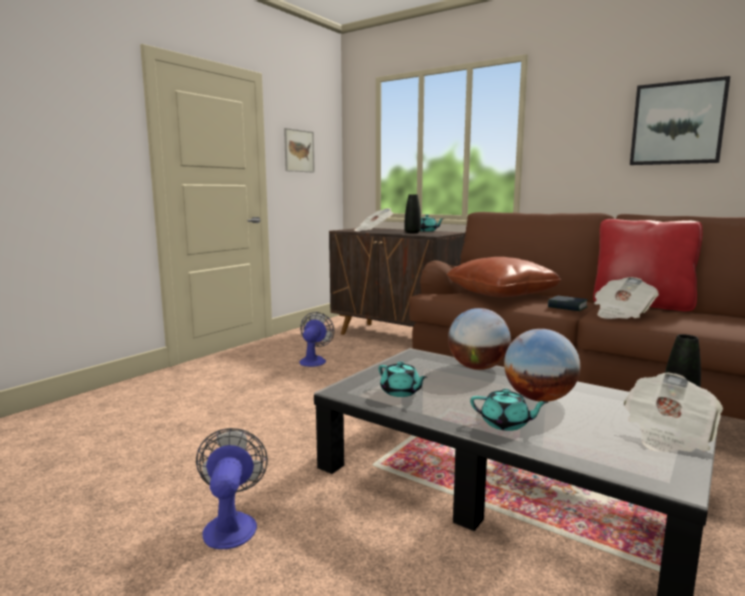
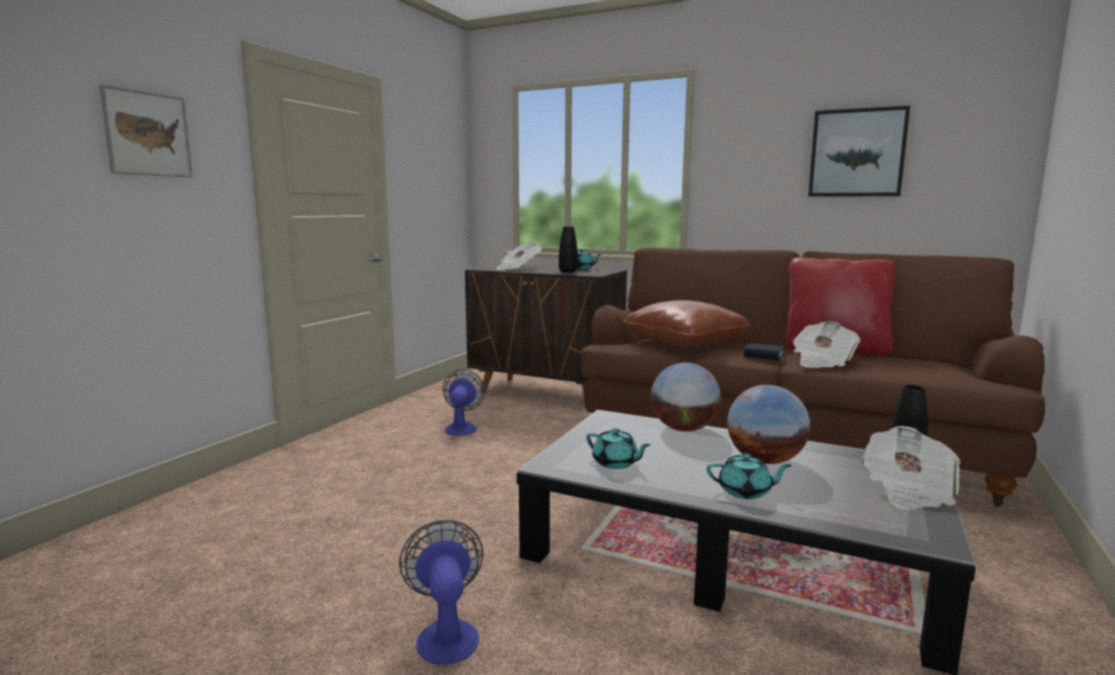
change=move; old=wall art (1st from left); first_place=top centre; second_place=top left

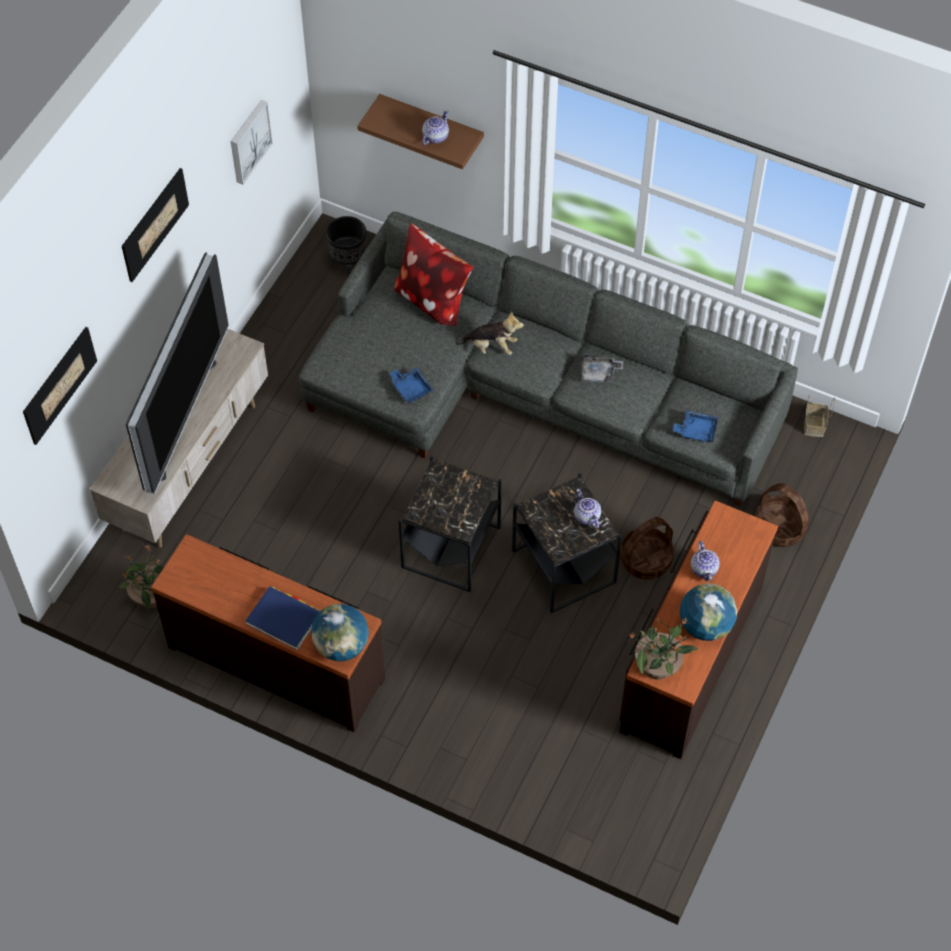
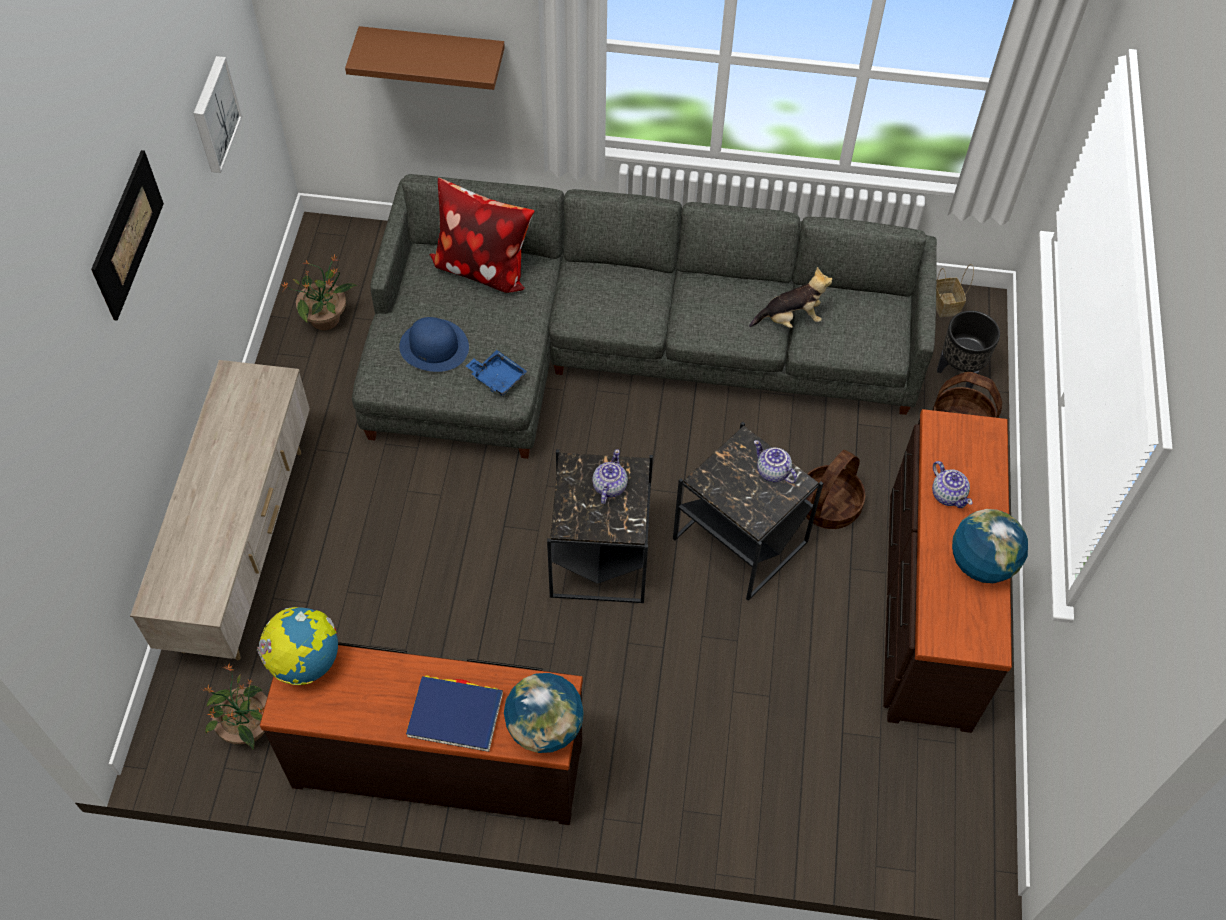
change=delete; old=wall art (1st from left); first_place=middle left
change=delete; old=TV; first_place=middle left
change=move; old=black planter; first_place=top centre; second_place=middle right
change=move; old=tea pot (1st from left); first_place=top centre; second_place=centre
change=move; old=plush toy; first_place=centre; second_place=top centre
change=delete; old=grey tray; first_place=centre
change=move; old=plant in a pot (2nd from left); first_place=bottom right; second_place=top left
change=delete; old=blue tray (2nd from left); first_place=middle right
change=insert; new=world globe (1st from left); second_place=bottom left
change=insert; new=blue wearable hat; second_place=centre

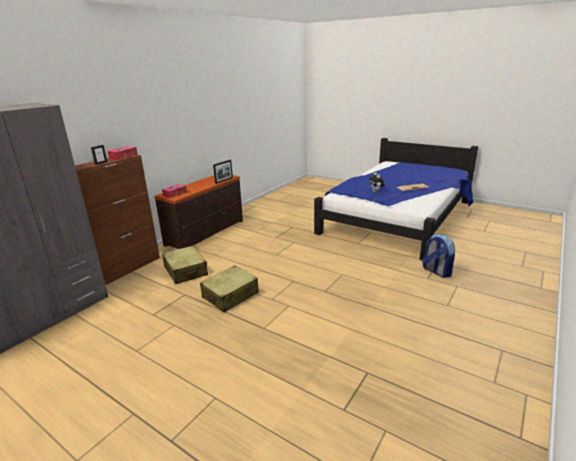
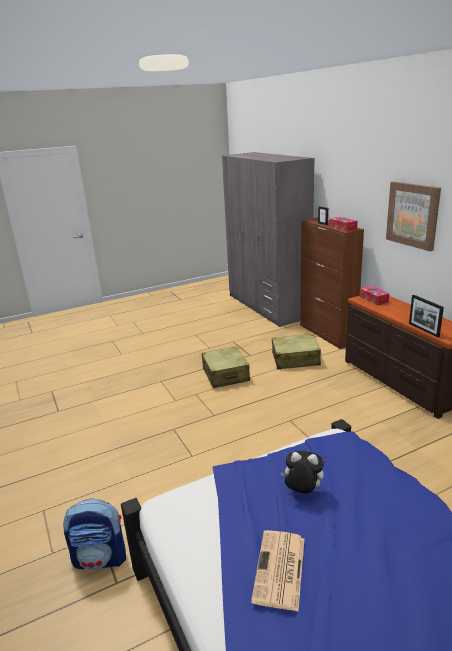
change=insert; new=wall art; second_place=top right

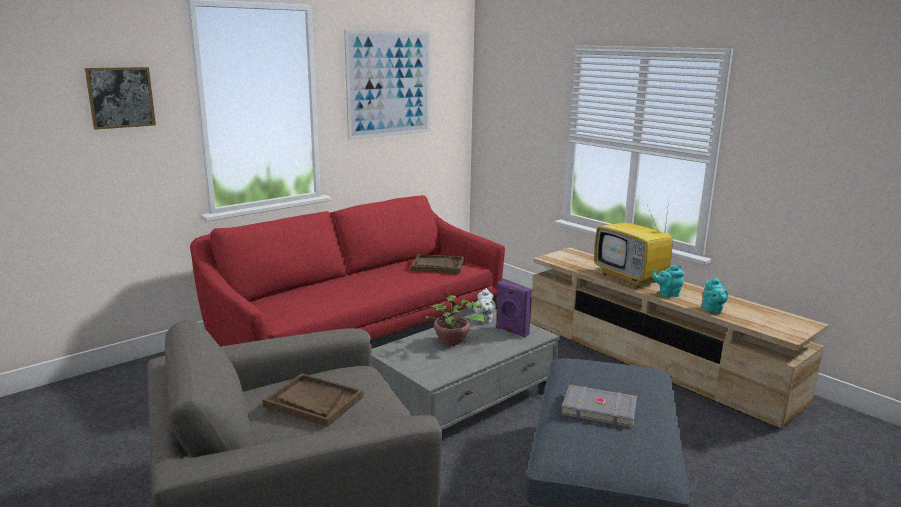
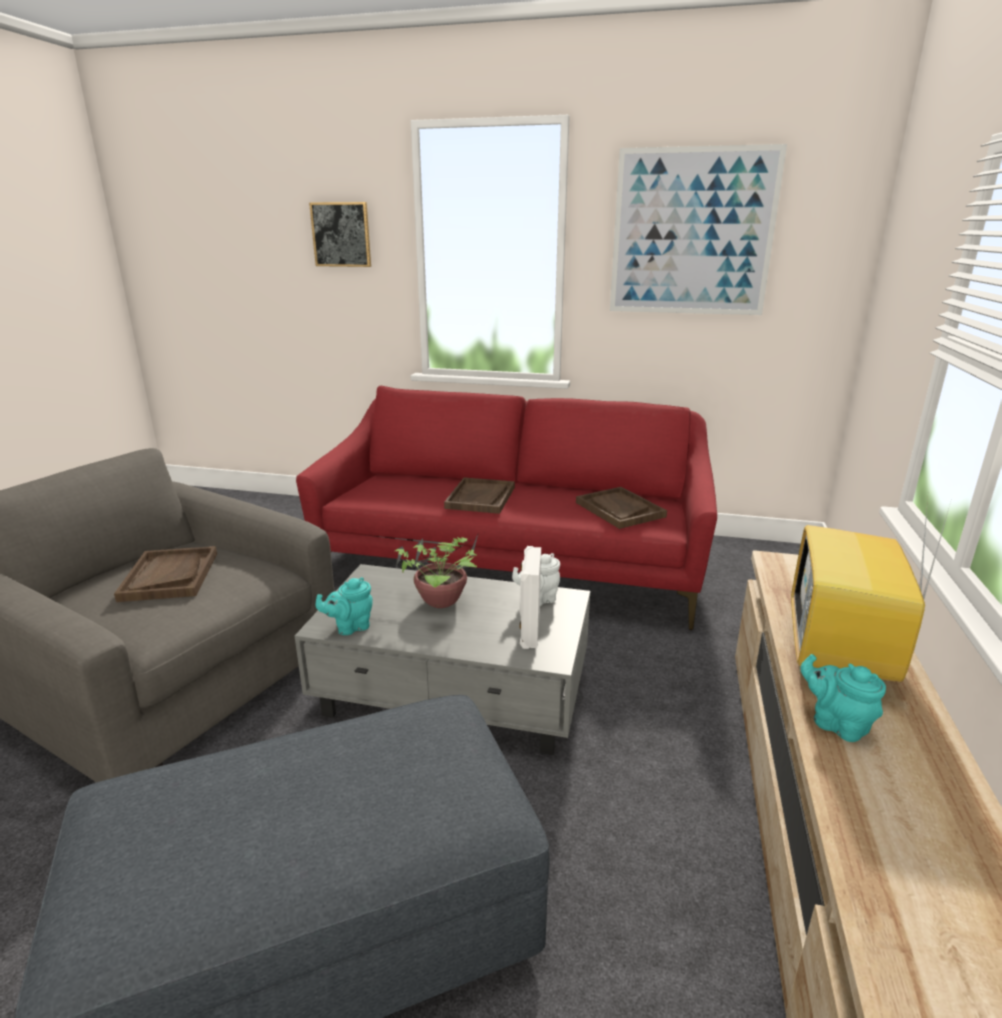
change=recolor; old=purple loudspeaker; new=white-coloured loudspeaker; first_place=centre; second_place=centre
change=delete; old=grey bound book; first_place=bottom centre
change=move; old=turquoise tea pot (2nd from left in the first image); new=turquoise tea pot (1st from left); first_place=middle right; second_place=centre
change=insert; new=brown tray (2nd from left); second_place=centre

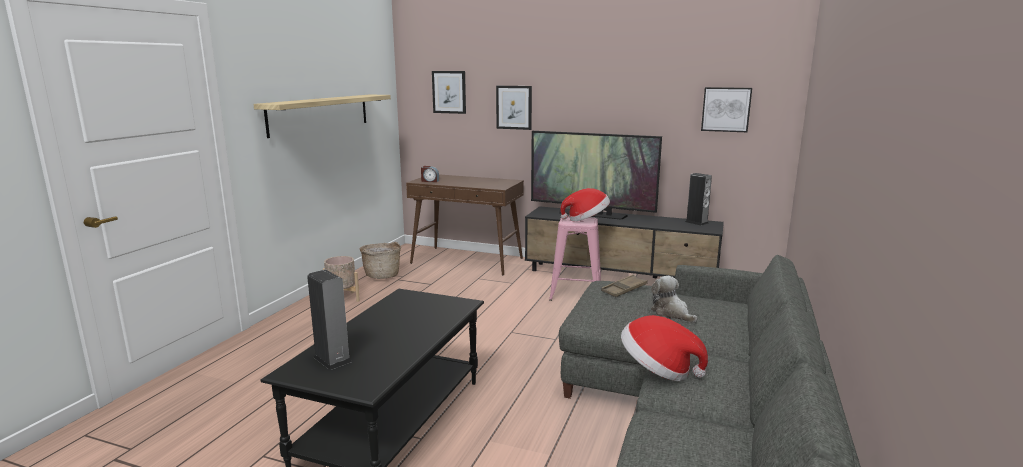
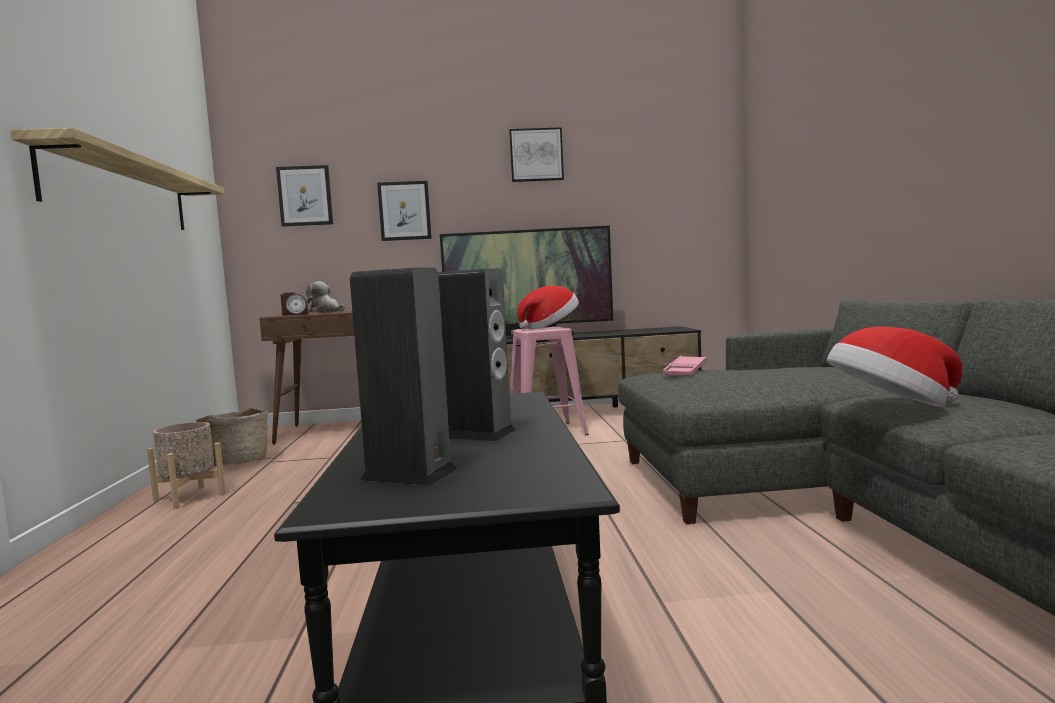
change=recolor; old=brown tray; new=pink-coloured tray; first_place=centre; second_place=centre
change=move; old=plush toy; first_place=centre; second_place=middle left
change=move; old=loudspeaker (2nd from left); first_place=middle right; second_place=centre
change=move; old=wall art (3rd from left); first_place=top right; second_place=top centre

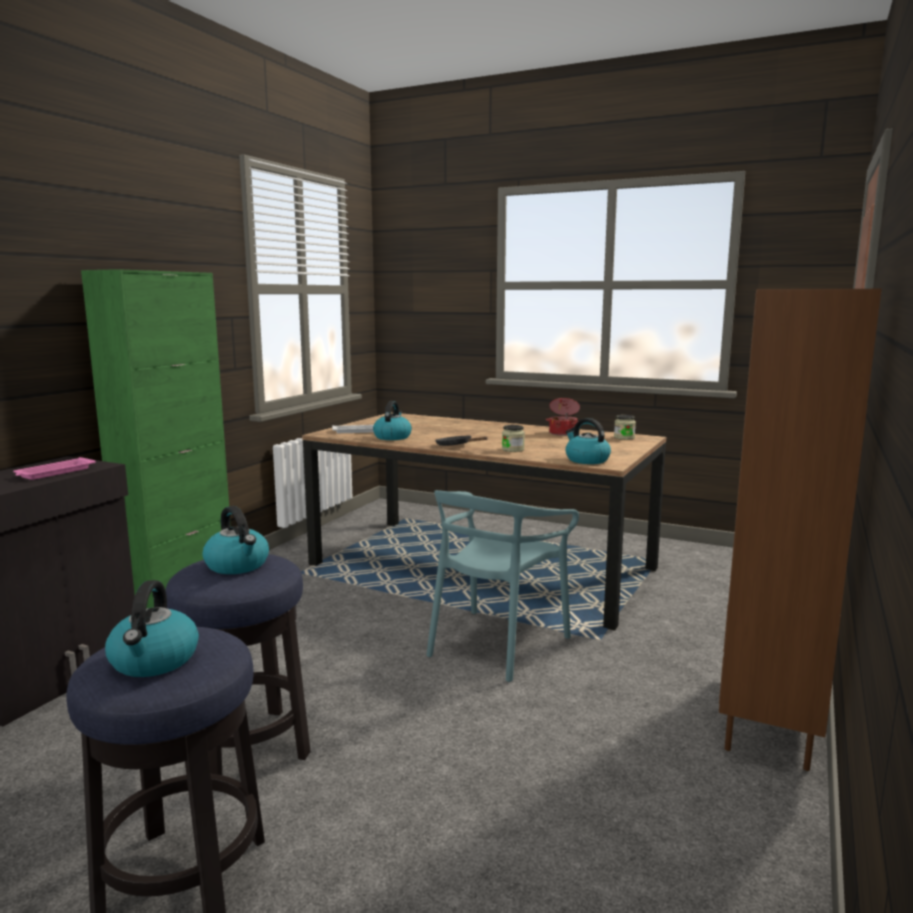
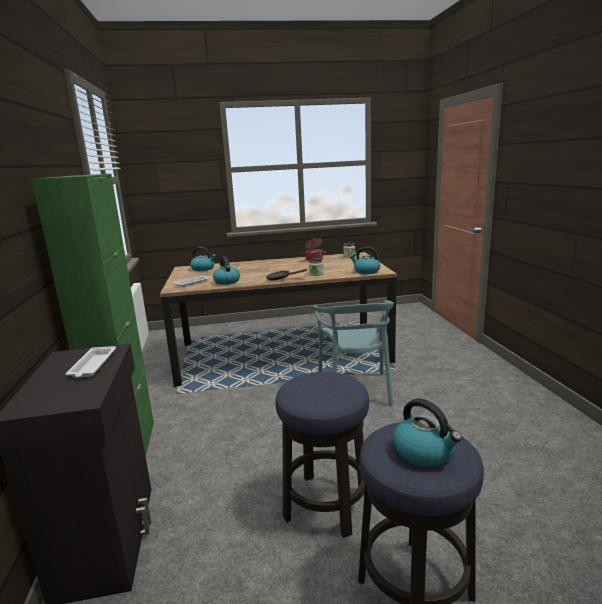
change=recolor; old=pink-coloured tray; new=white-coloured tray (1st from left); first_place=middle left; second_place=middle left
change=move; old=tea kettle (2nd from left in the first image); new=tea kettle (1st from left); first_place=middle left; second_place=centre
change=delete; old=brown bookshelf; first_place=middle right

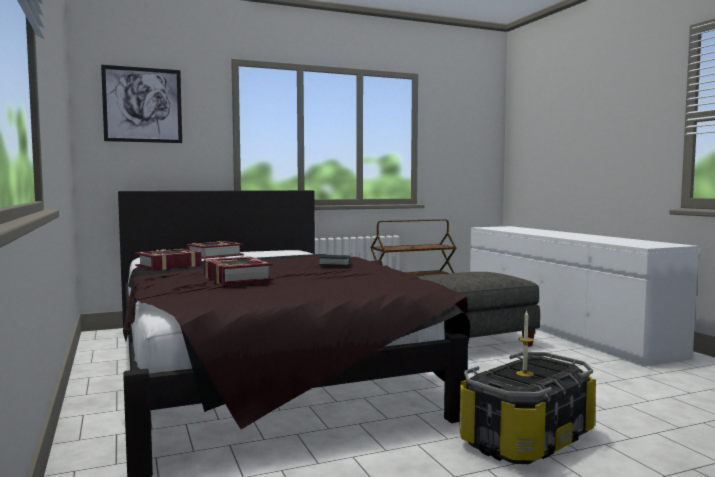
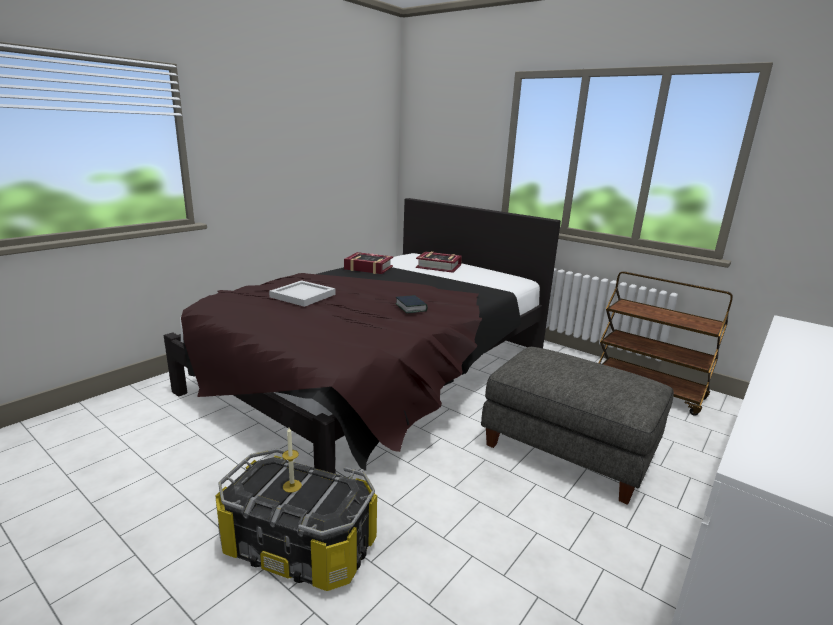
change=delete; old=wall art; first_place=top left
change=replace; old=bound book (3rd from left); new=white-coloured tray; first_place=middle left; second_place=centre

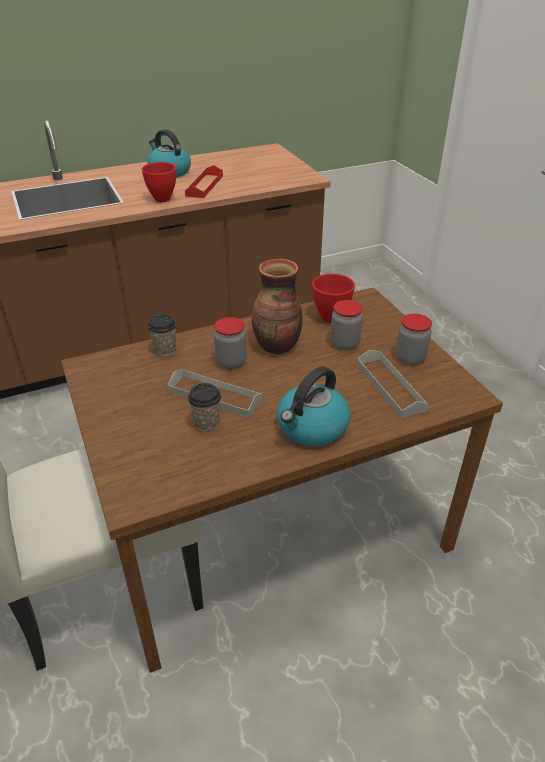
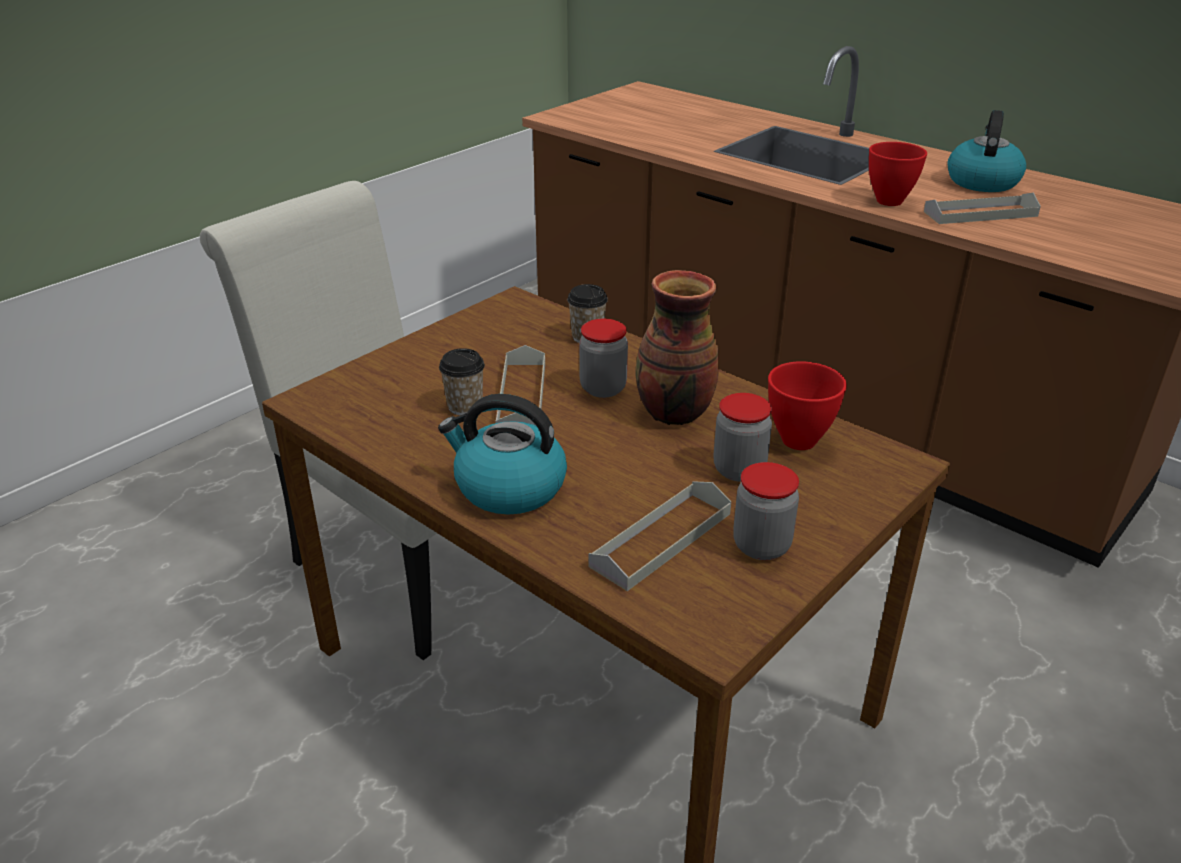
change=recolor; old=red-coloured tray; new=grey tray (3rd from left); first_place=top centre; second_place=top right

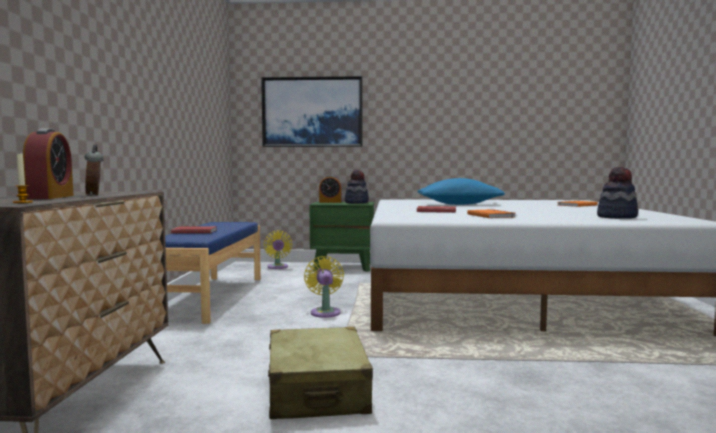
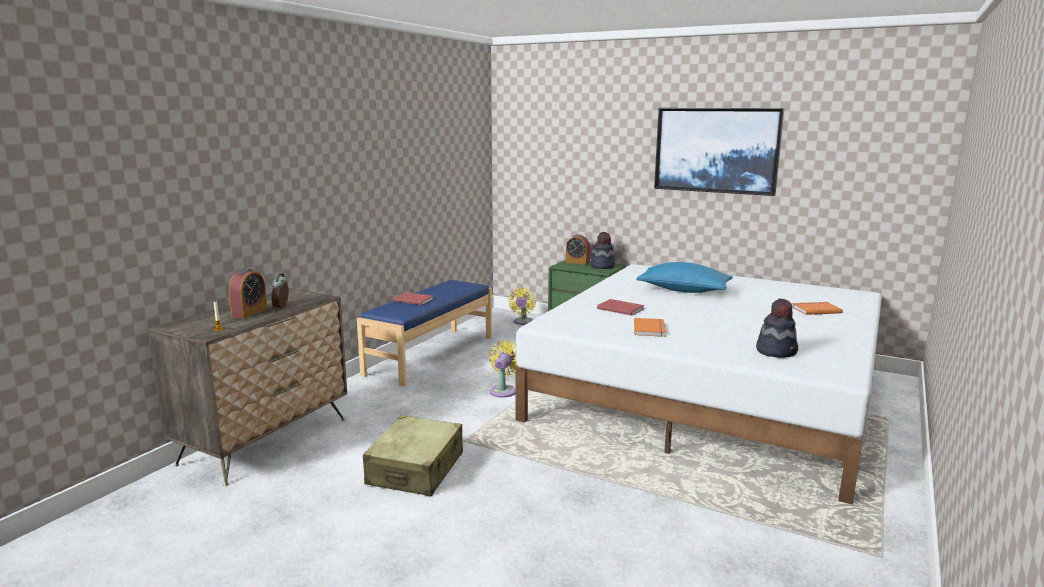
change=move; old=wall art; first_place=top centre; second_place=top right

